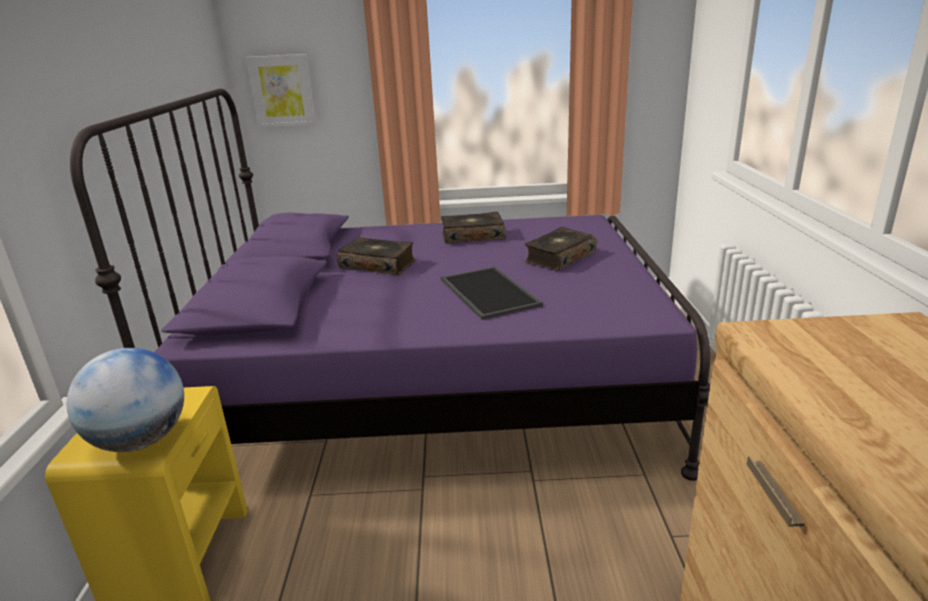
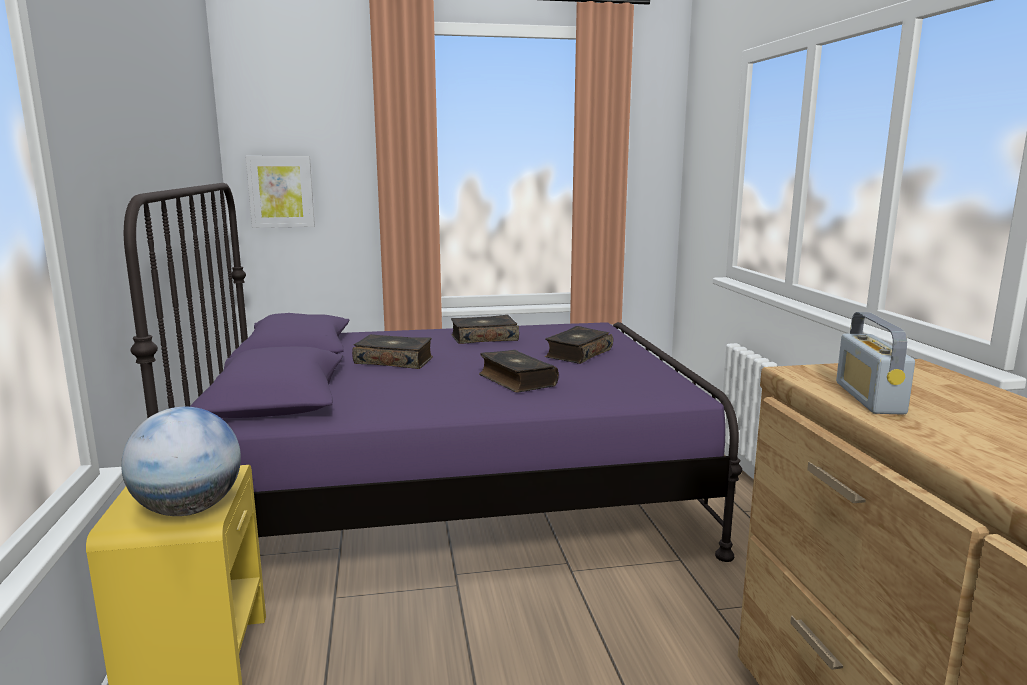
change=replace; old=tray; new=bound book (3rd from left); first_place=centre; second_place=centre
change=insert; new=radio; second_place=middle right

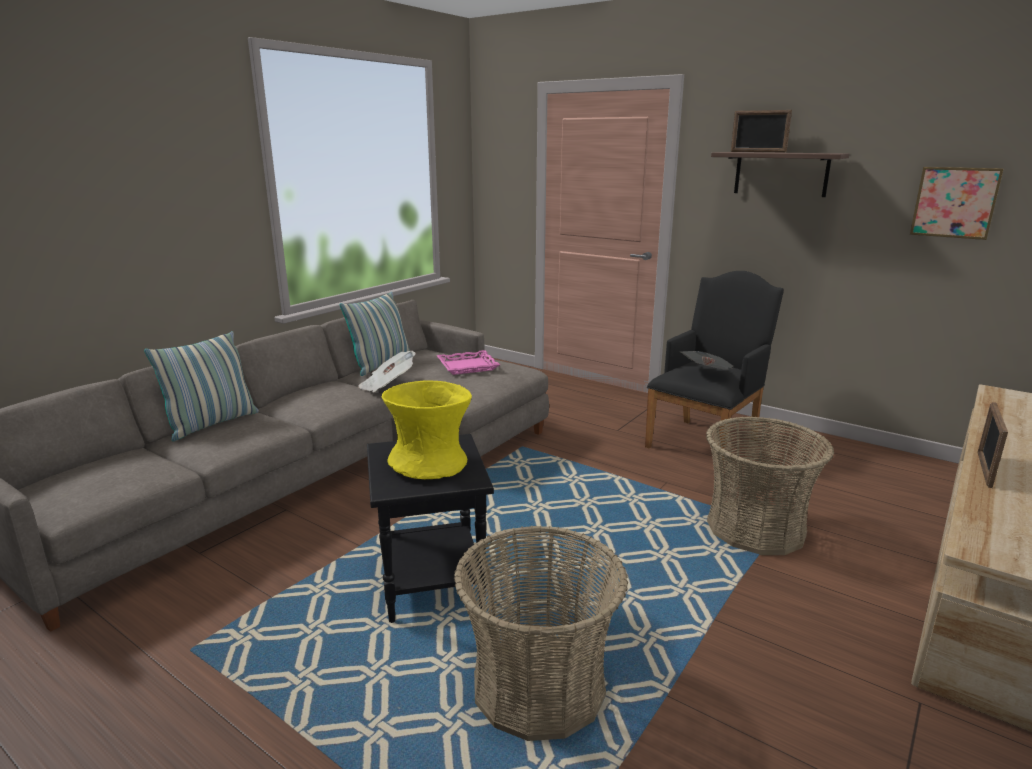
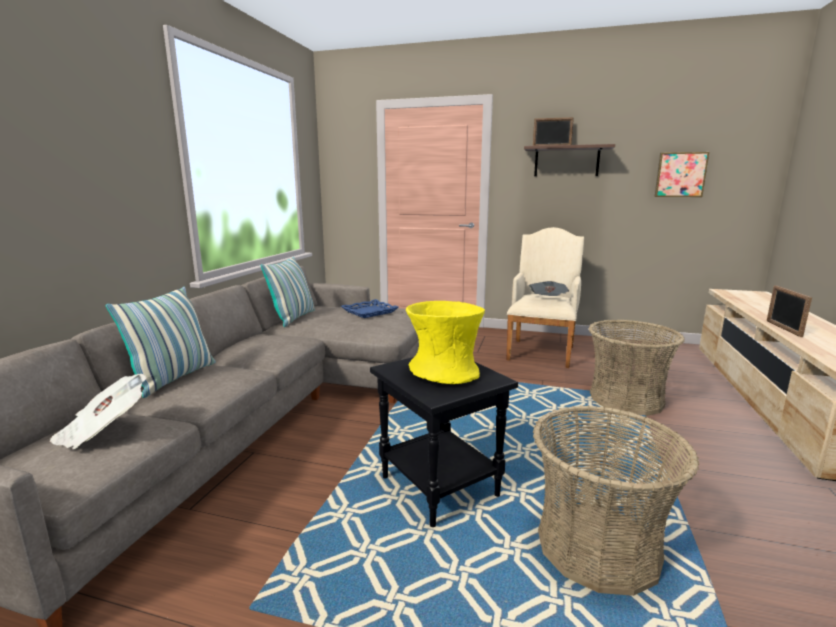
change=move; old=printed paper (1st from left); first_place=centre; second_place=middle left
change=recolor; old=pink-coloured tray; new=blue tray; first_place=centre; second_place=centre
change=recolor; old=black easy chair; new=beige-coloured easy chair; first_place=middle right; second_place=centre

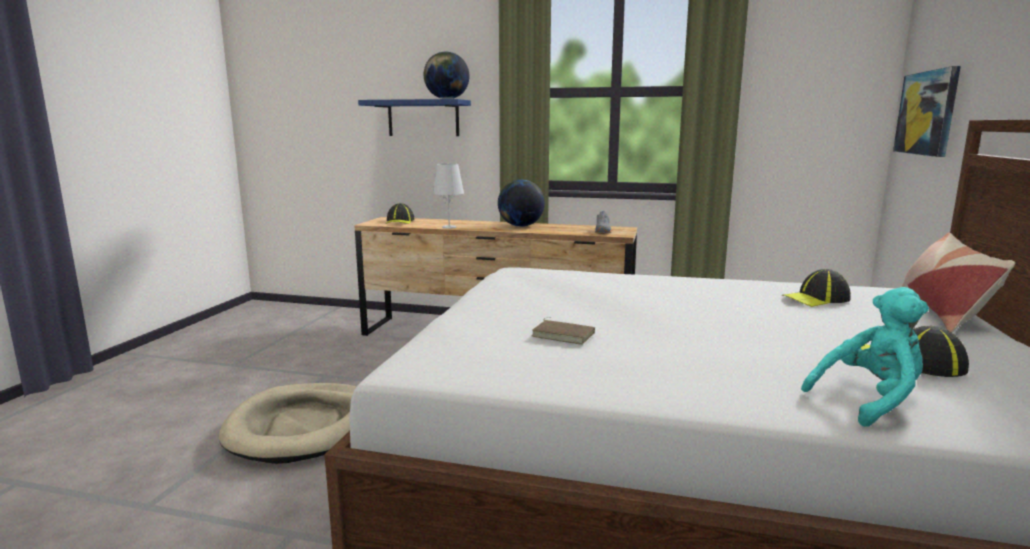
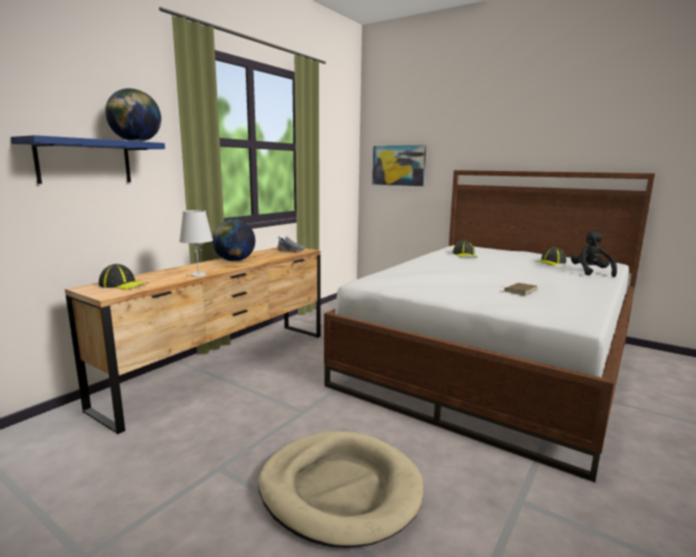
change=recolor; old=turquoise plush toy; new=black plush toy; first_place=middle right; second_place=middle right
change=delete; old=cushion; first_place=middle right

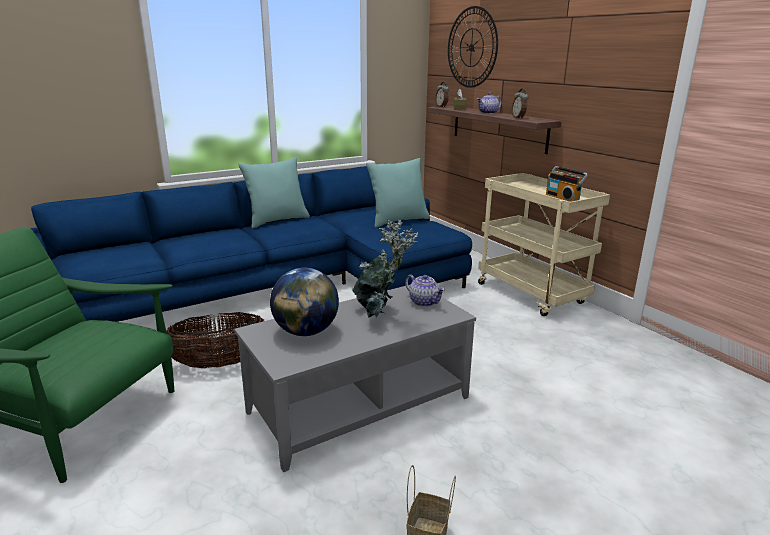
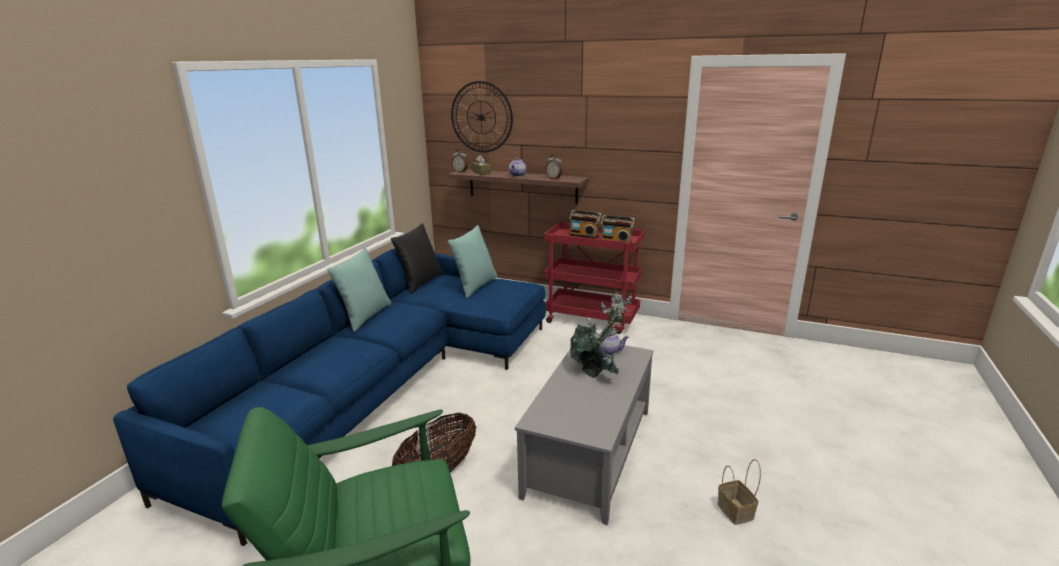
change=delete; old=world globe; first_place=centre
change=recolor; old=beige-coloured trolley; new=red-coloured trolley; first_place=middle right; second_place=centre
change=insert; new=black cushion; second_place=centre
change=insert; new=radio (1st from left); second_place=centre

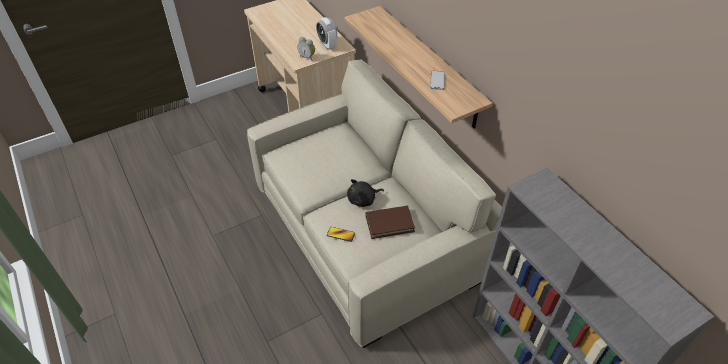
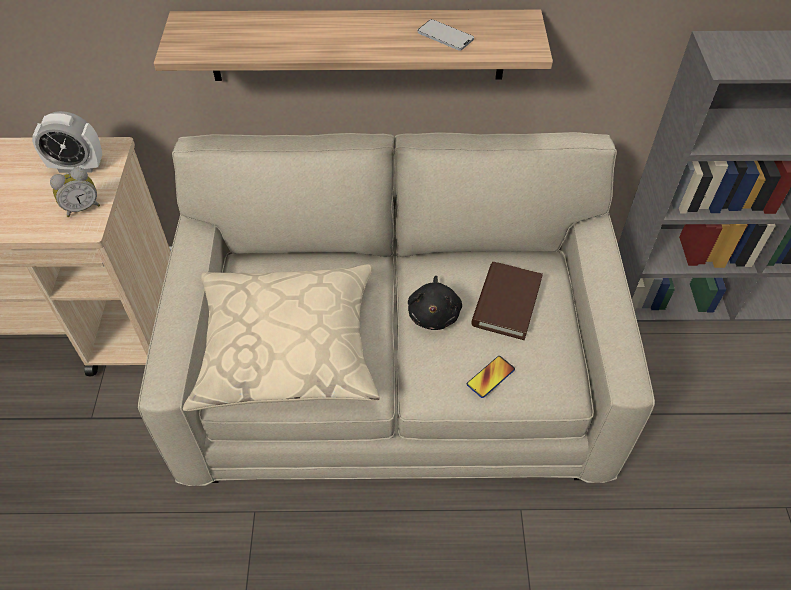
change=insert; new=beige-coloured cushion; second_place=centre

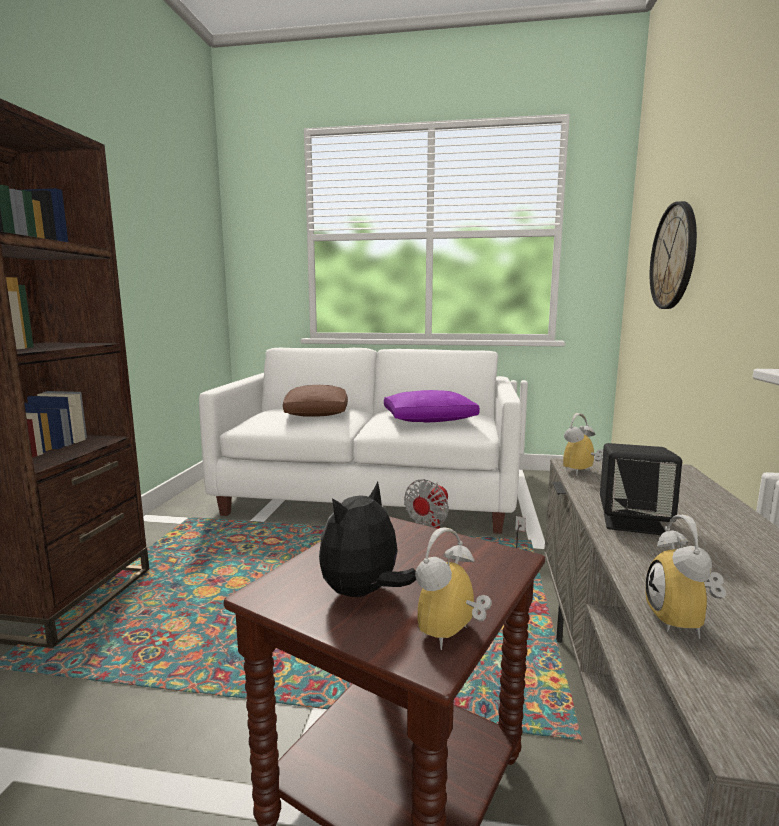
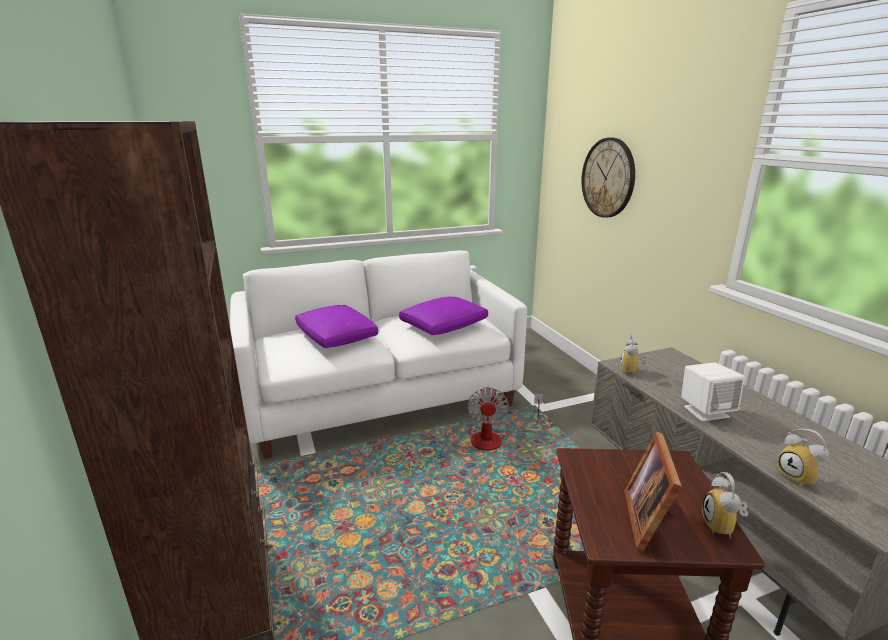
change=recolor; old=brown cushion; new=purple cushion (1st from left); first_place=centre; second_place=centre
change=replace; old=plush toy; new=photo frame; first_place=centre; second_place=bottom right
change=recolor; old=black loudspeaker; new=white-coloured loudspeaker; first_place=middle right; second_place=middle right

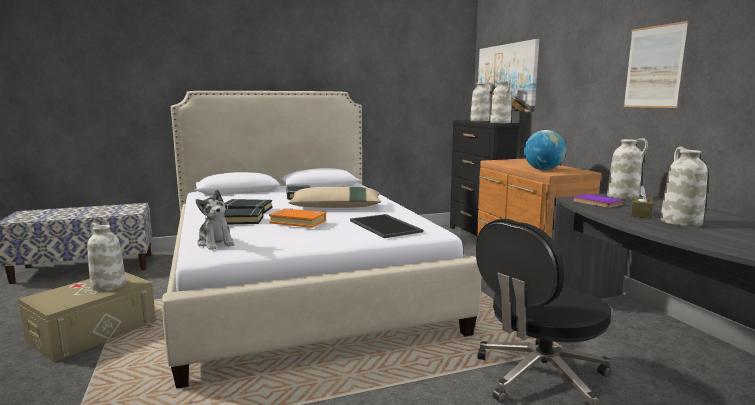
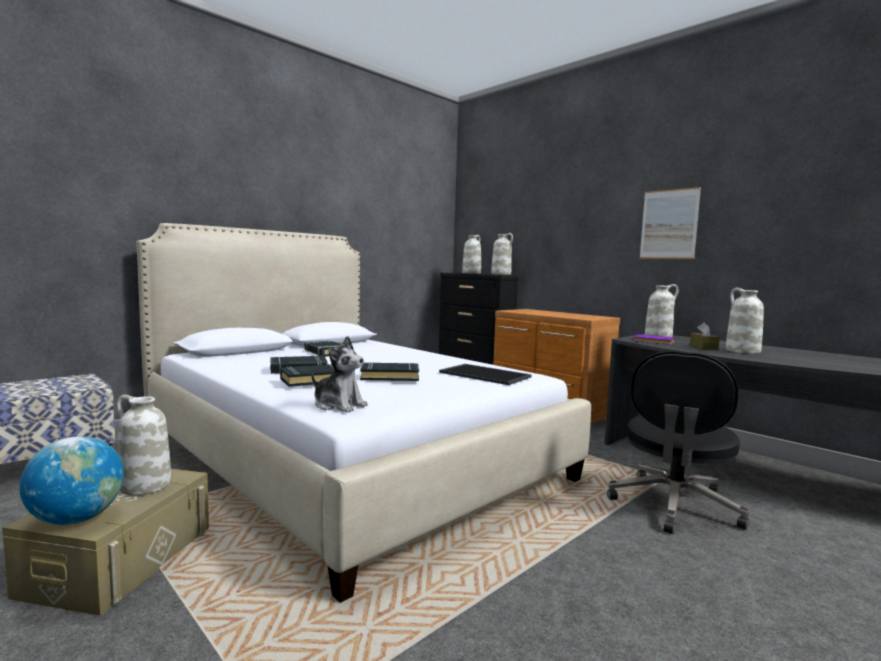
change=recolor; old=orange-coloured bound book; new=black bound book (4th from left); first_place=centre; second_place=centre
change=delete; old=beige-coloured cushion; first_place=centre
change=delete; old=wall art (1st from left); first_place=top right
change=move; old=world globe; first_place=middle right; second_place=bottom left

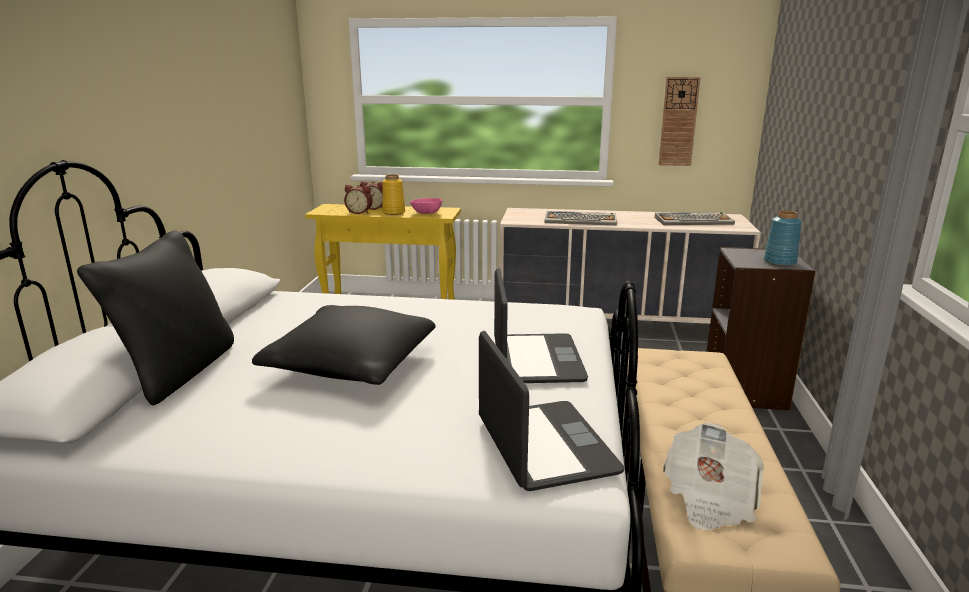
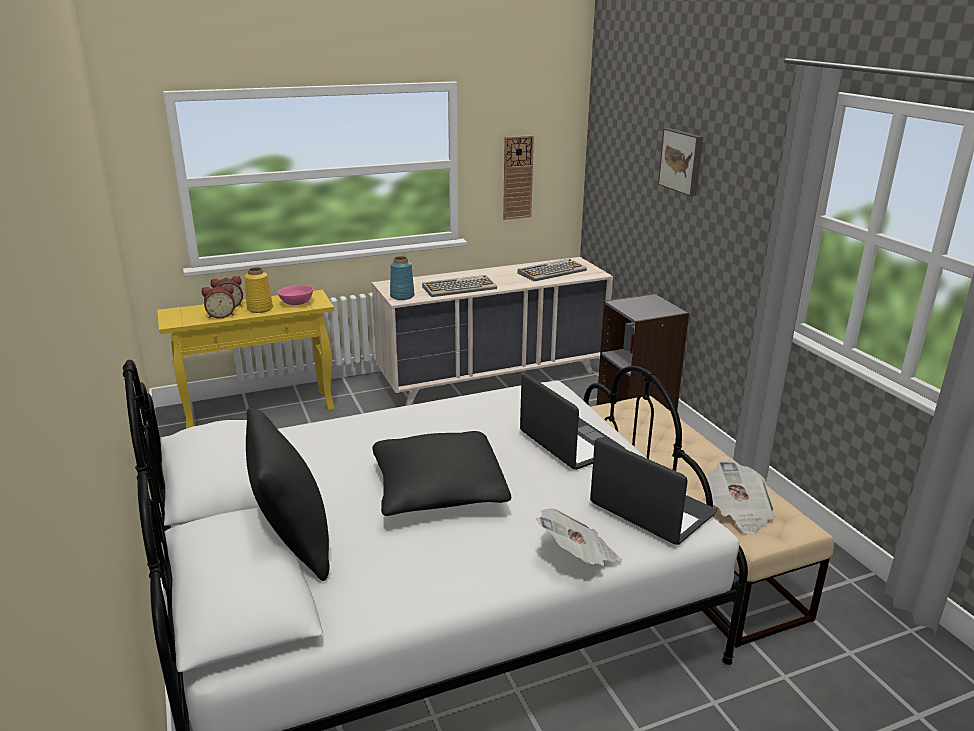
change=move; old=blue vase; first_place=middle right; second_place=centre
change=insert; new=printed paper (1st from left); second_place=bottom centre
change=insert; new=wall art; second_place=top right

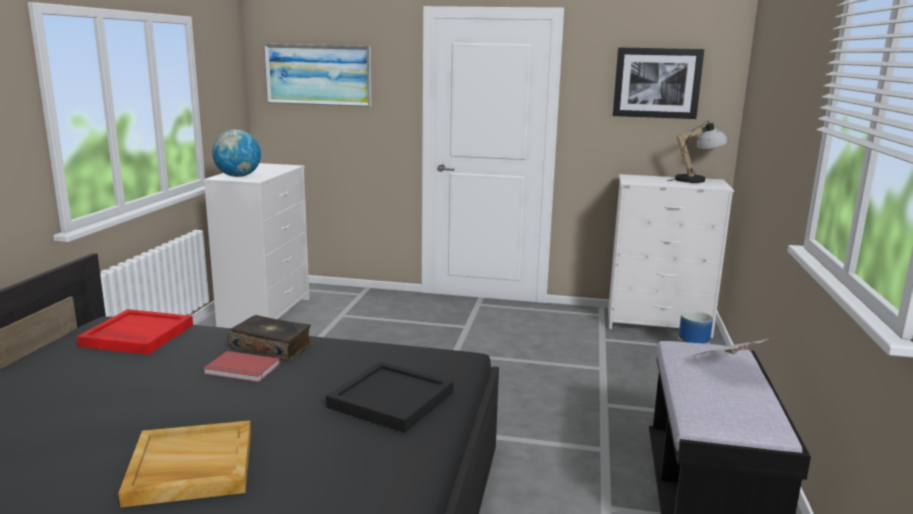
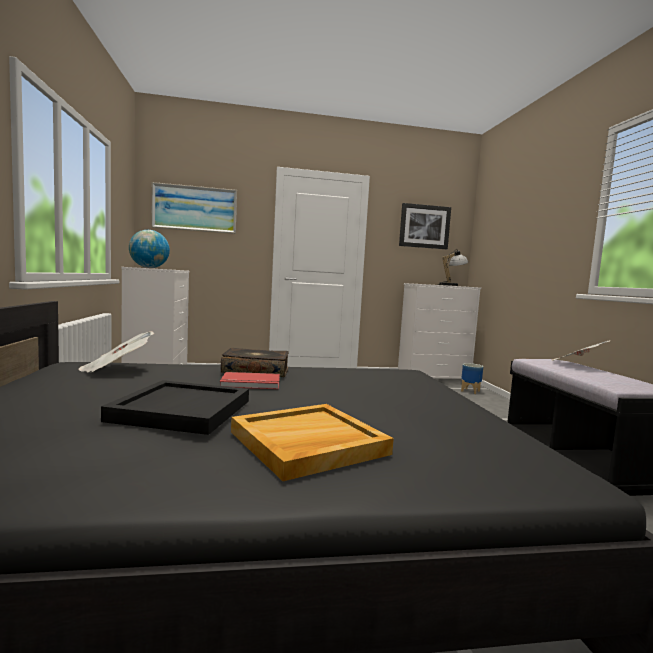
change=replace; old=red-coloured tray; new=printed paper (1st from left); first_place=middle left; second_place=middle left
change=move; old=black tray; first_place=bottom centre; second_place=middle left

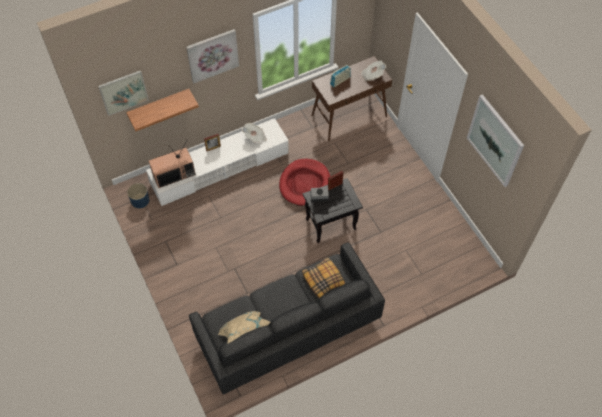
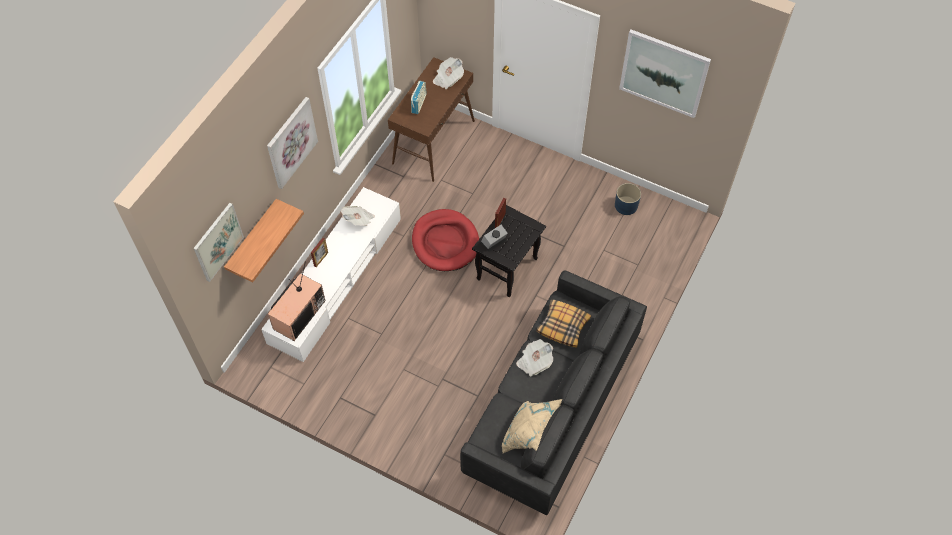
change=move; old=blue planter; first_place=middle left; second_place=centre
change=insert; new=printed paper (3rd from left); second_place=bottom centre

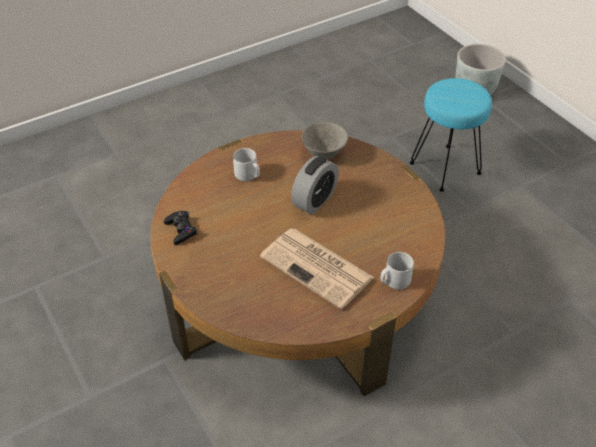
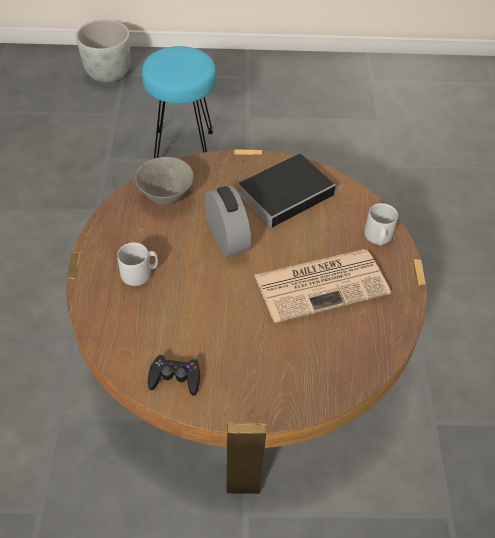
change=insert; new=bound book; second_place=centre

